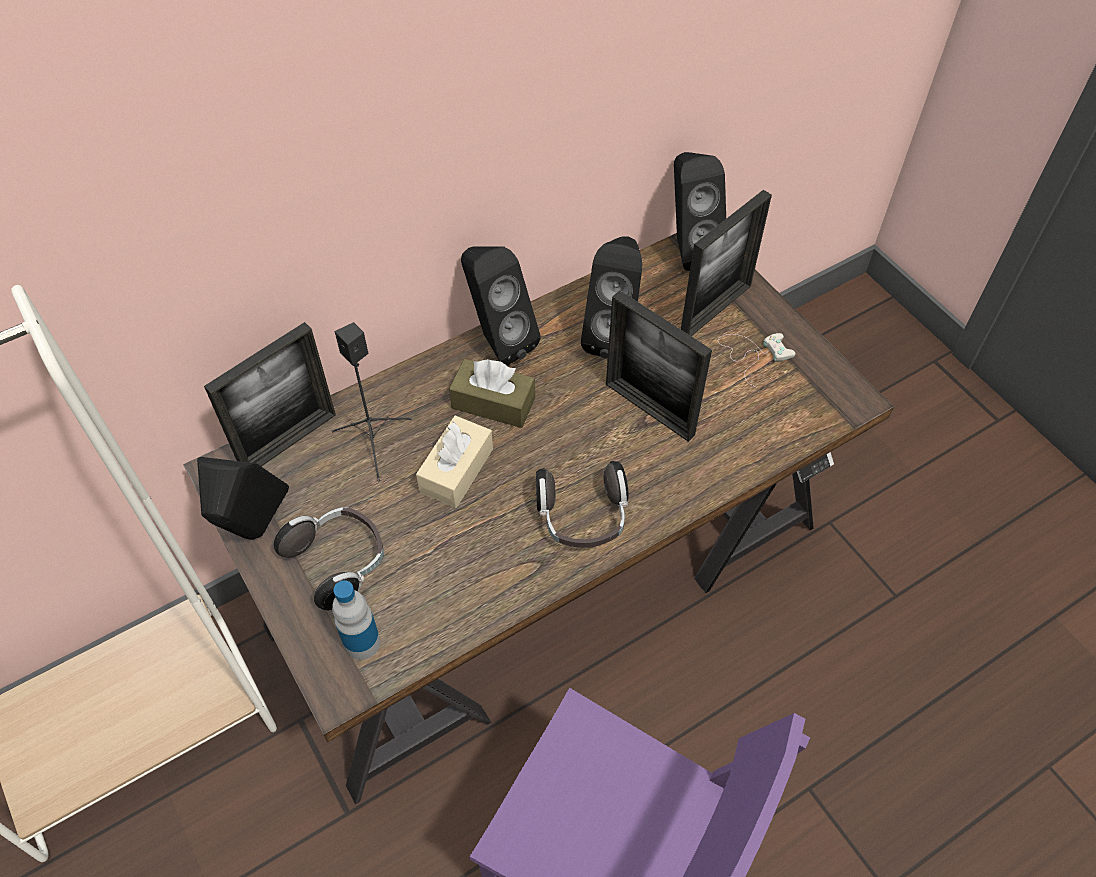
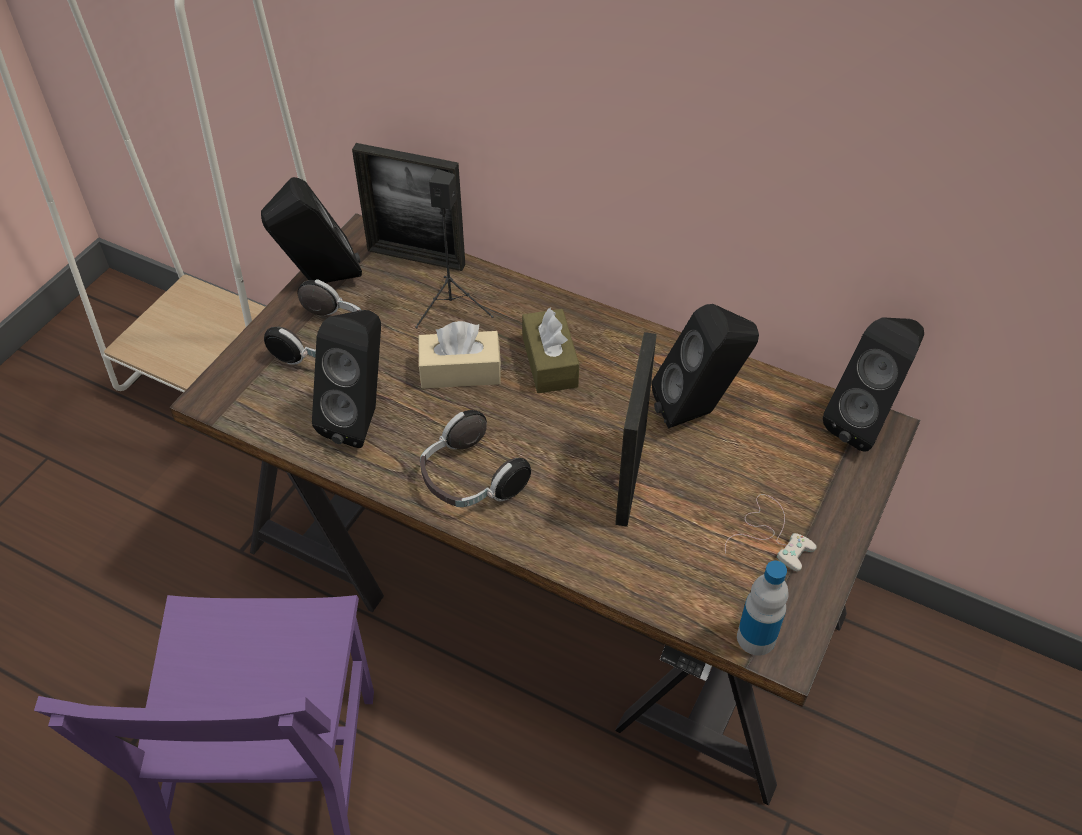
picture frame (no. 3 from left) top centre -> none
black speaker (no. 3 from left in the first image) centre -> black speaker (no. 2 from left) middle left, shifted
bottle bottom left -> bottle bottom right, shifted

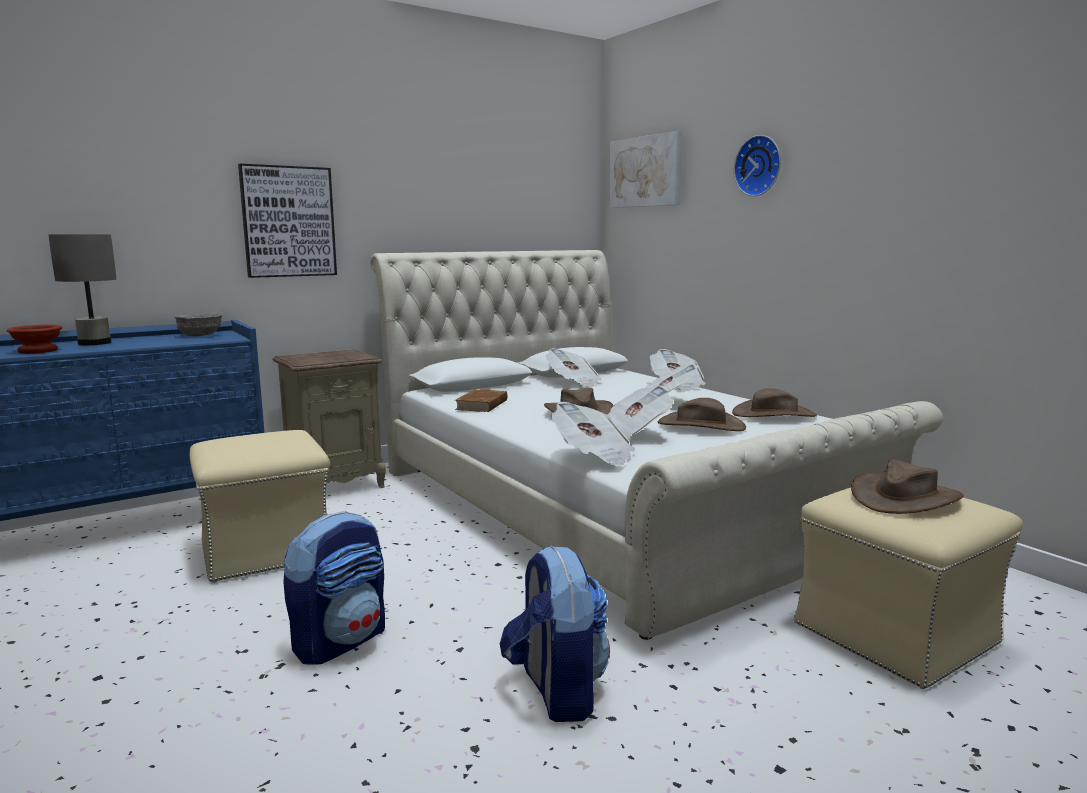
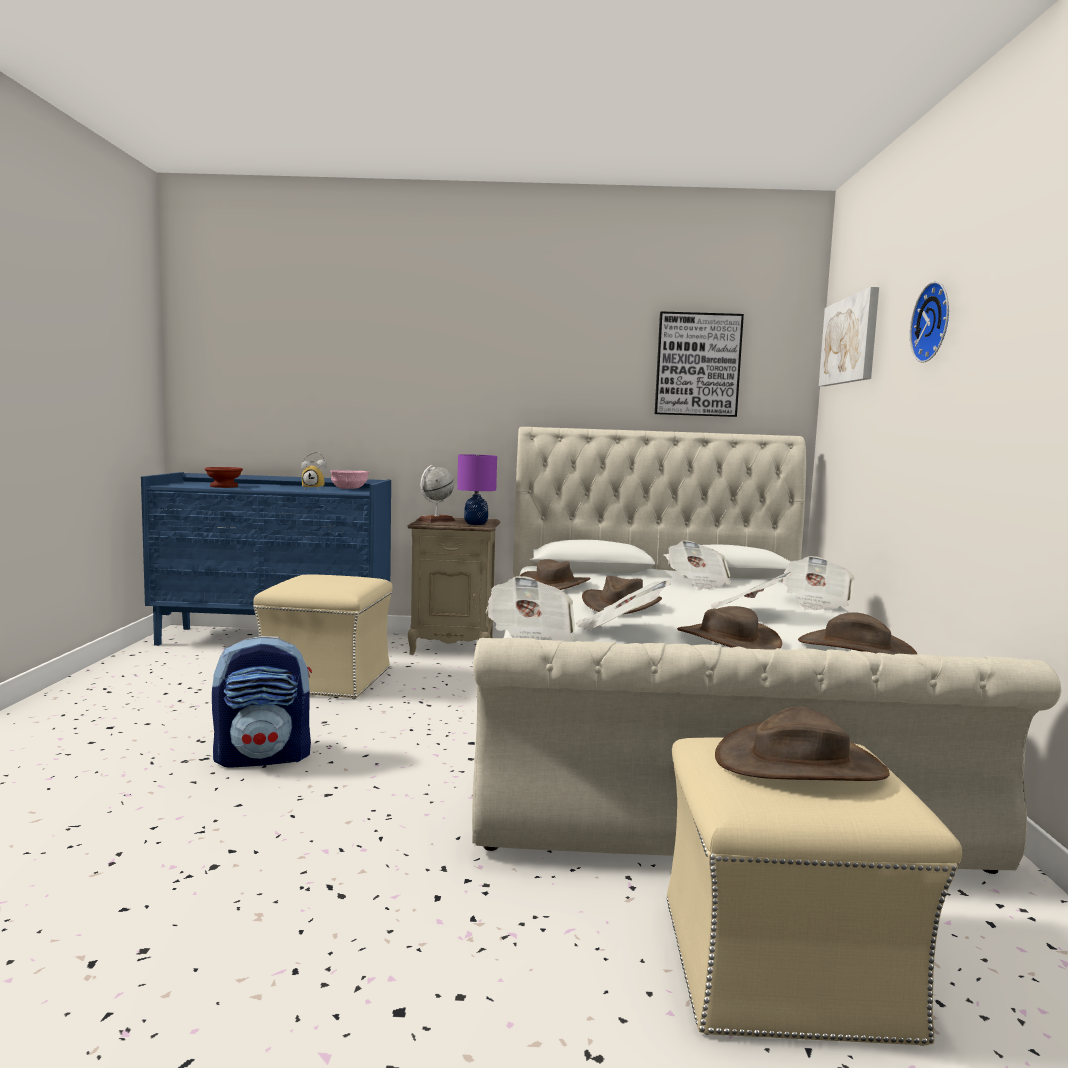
picture (no. 1 from left) top left -> picture (no. 1 from left) centre, shifted
grey table lamp middle left -> none
grey bowl middle left -> pink bowl middle left
brown book centre -> brown hat (no. 1 from left) centre
backpack (no. 2 from left) bottom centre -> none
none -> alarm clock middle left
none -> purple table lamp centre
none -> globe centre

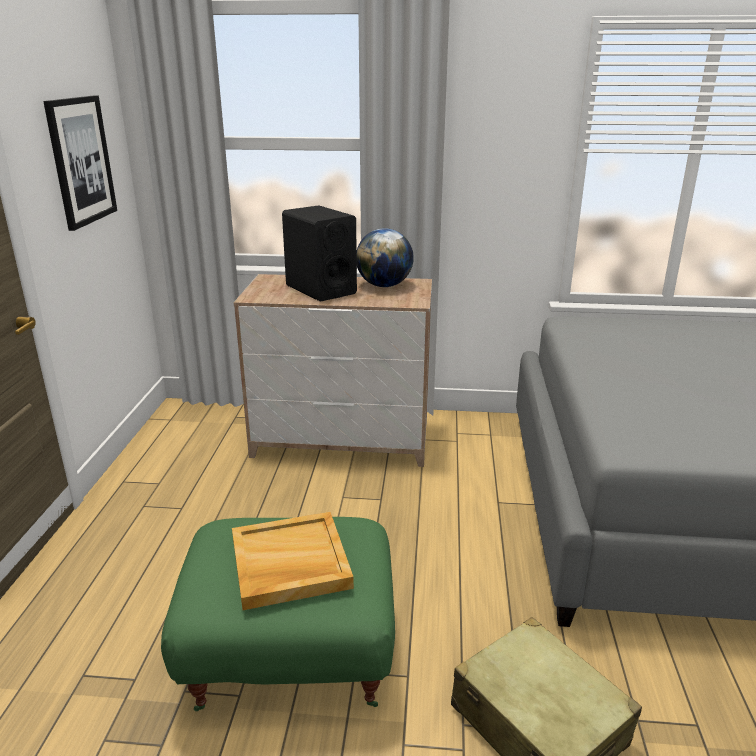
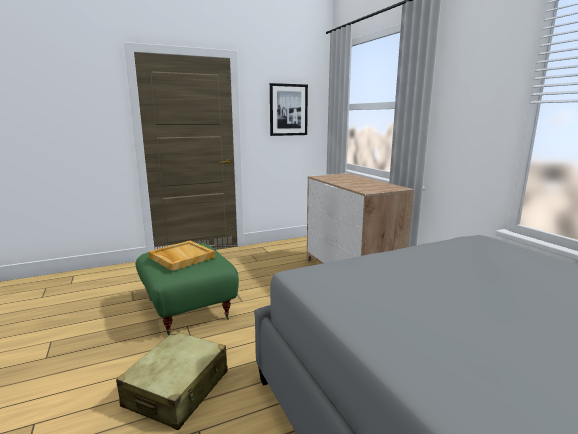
black speaker centre -> none
globe centre -> none

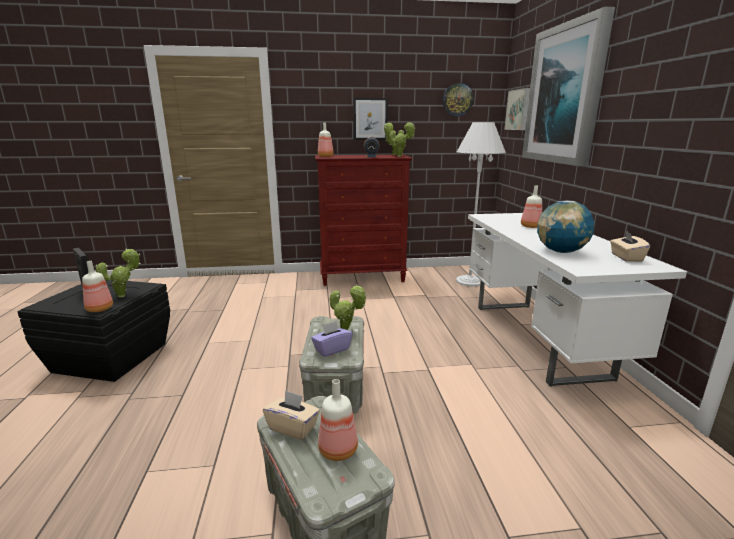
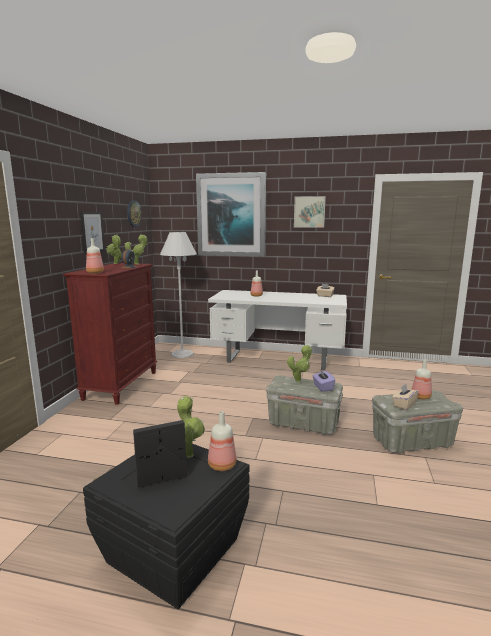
picture (no. 2 from left in the first image) top right -> picture (no. 3 from left) centre, shifted
globe middle right -> none

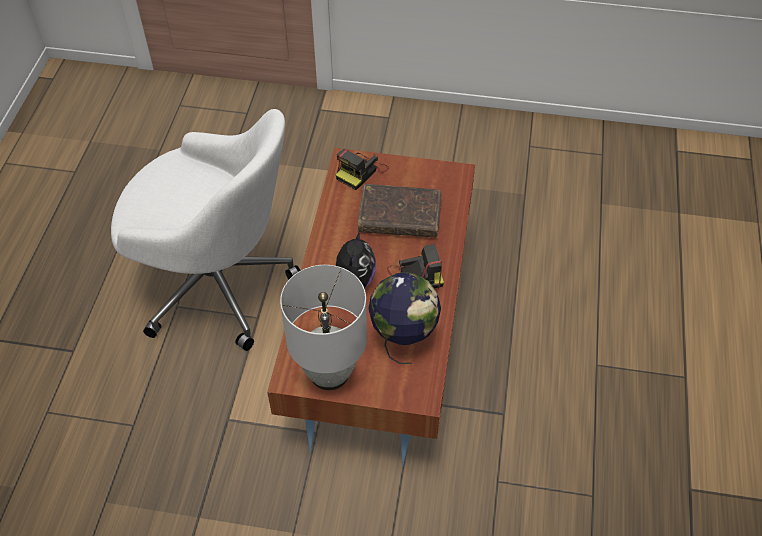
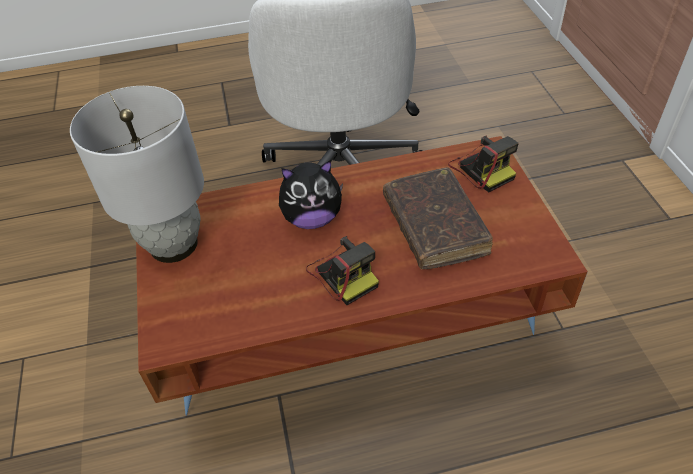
photo camera (no. 1 from left in the first image) top centre -> photo camera (no. 2 from left) middle right, 135 degrees counterclockwise
globe centre -> none

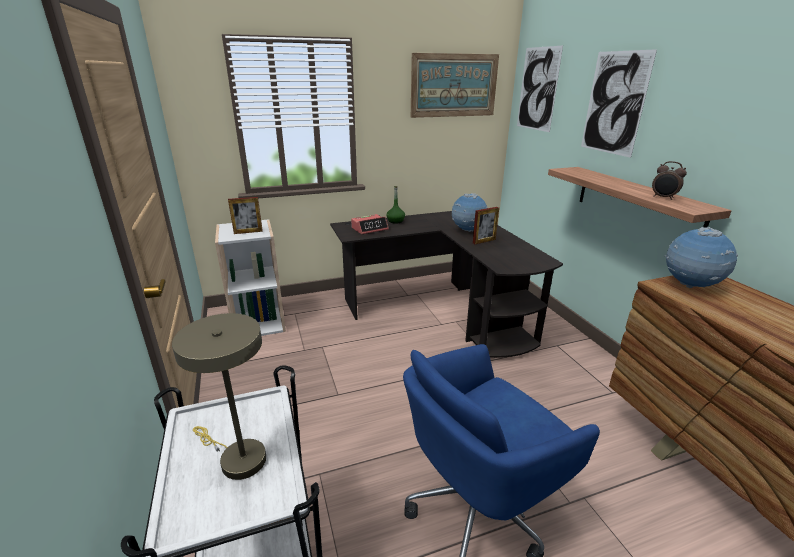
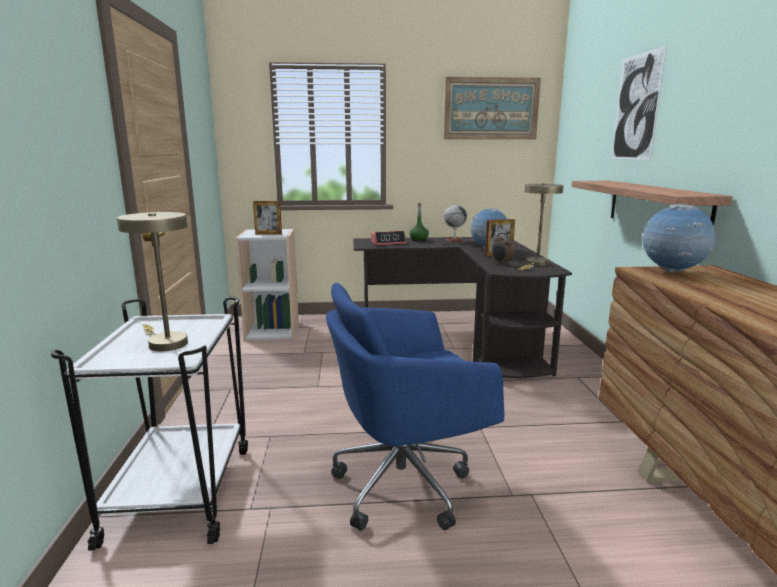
picture (no. 2 from left) top right -> none
alarm clock (no. 2 from left) top right -> alarm clock (no. 2 from left) centre, shifted
none -> beige table lamp (no. 2 from left) middle right
none -> globe (no. 1 from left) centre

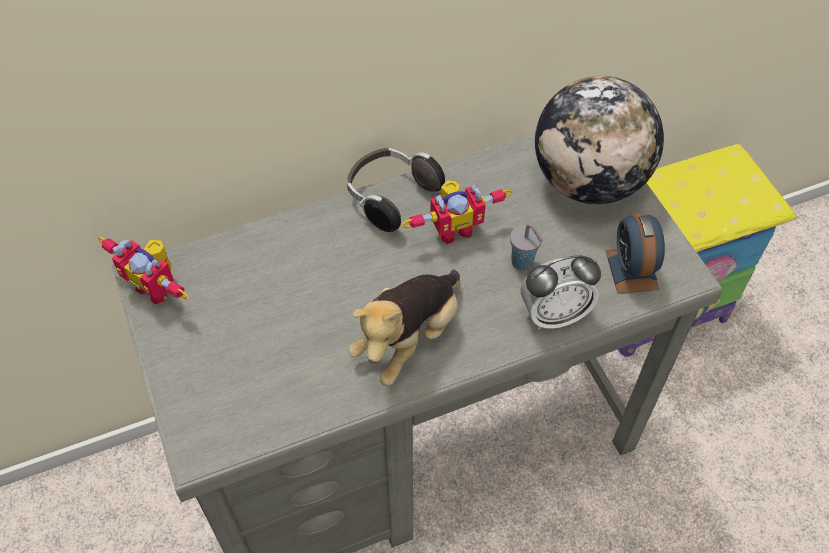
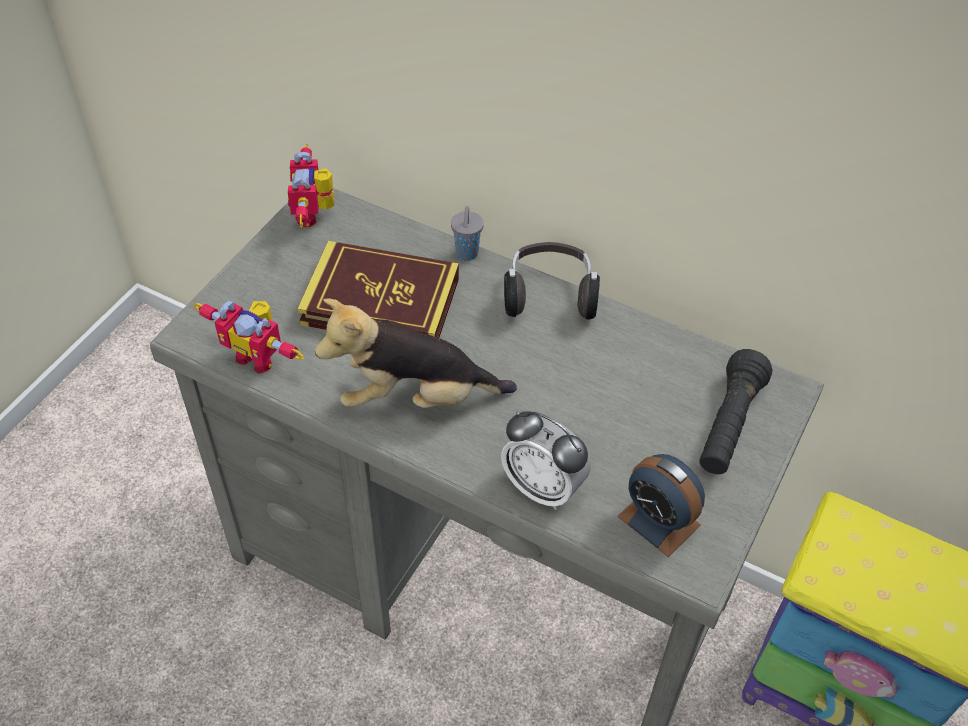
globe top right -> black flashlight middle right
toy robot (no. 2 from left in the first image) centre -> toy robot (no. 1 from left) middle left, shifted
alarm clock (no. 2 from left) middle right -> alarm clock (no. 2 from left) bottom right, 90 degrees counterclockwise
grey cup centre -> grey cup top centre, shifted
none -> book centre

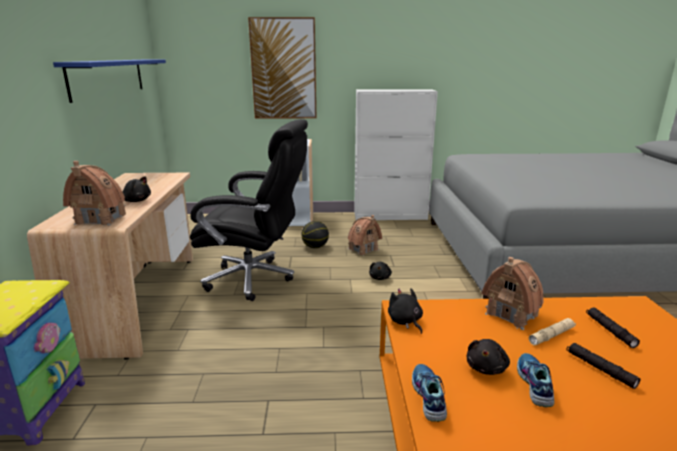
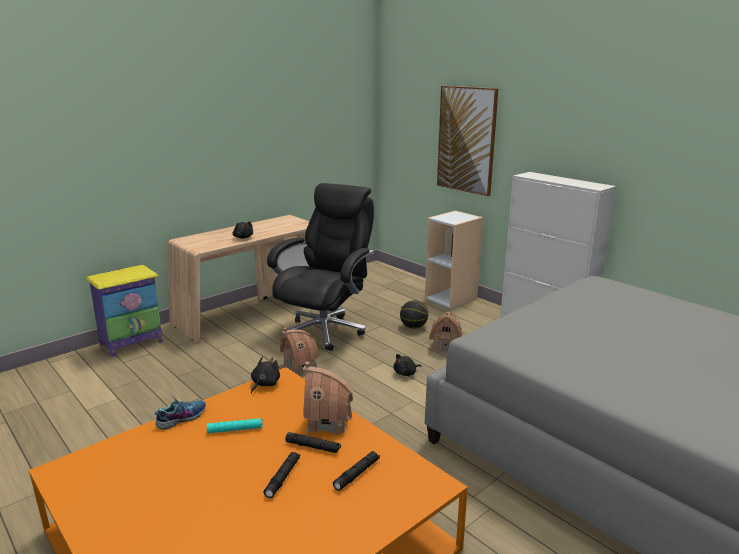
blue shelf top left -> none
black office chair centre, 120 degrees counterclockwise
toy house (no. 1 from left) middle left -> toy house (no. 1 from left) centre, shifted
beige flashlight bottom right -> black flashlight (no. 2 from left) bottom centre
black plush toy (no. 4 from left) bottom right -> turquoise flashlight bottom left
shoe (no. 2 from left) bottom right -> none

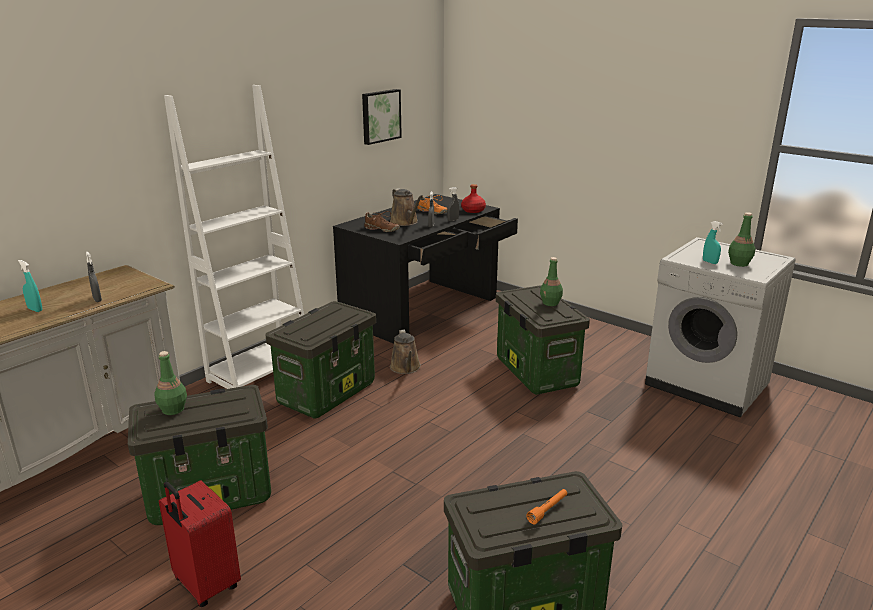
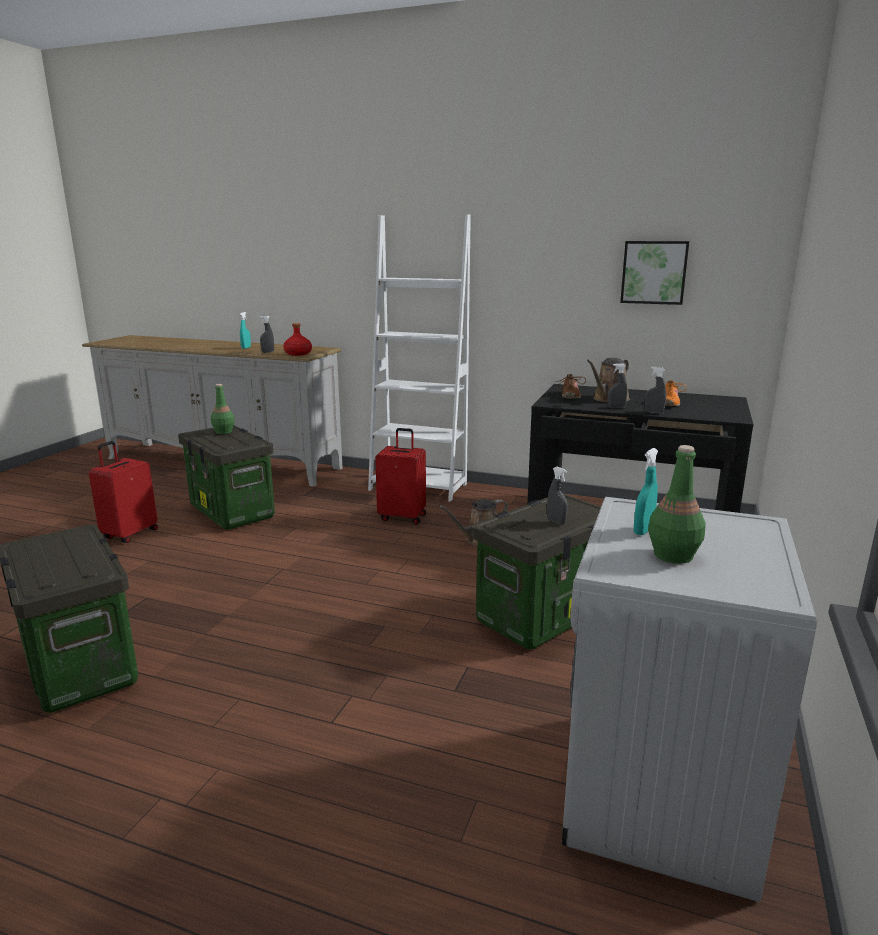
red bottle top centre -> red bottle centre, shifted
green bottle (no. 2 from left) centre -> grey spray bottle (no. 2 from left) centre
storage box (no. 2 from left) centre -> red suitcase (no. 2 from left) centre
orange flashlight bottom centre -> none

